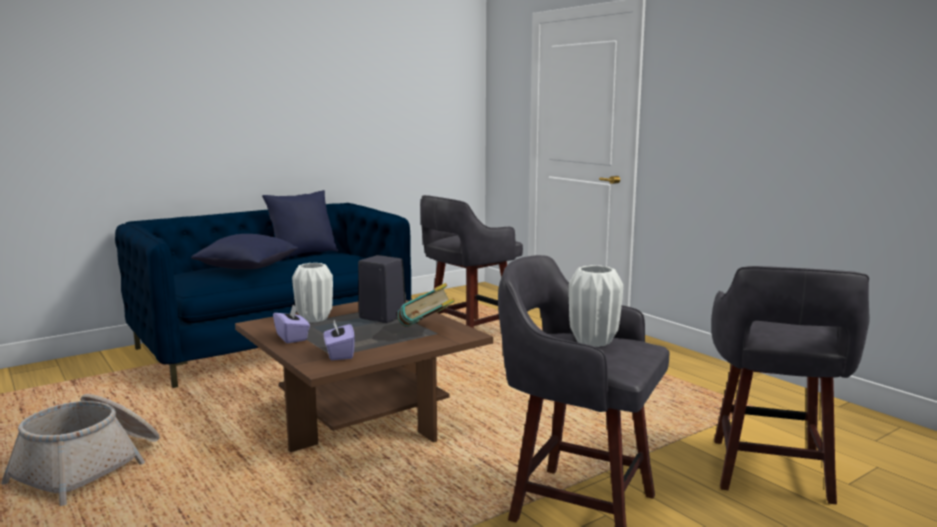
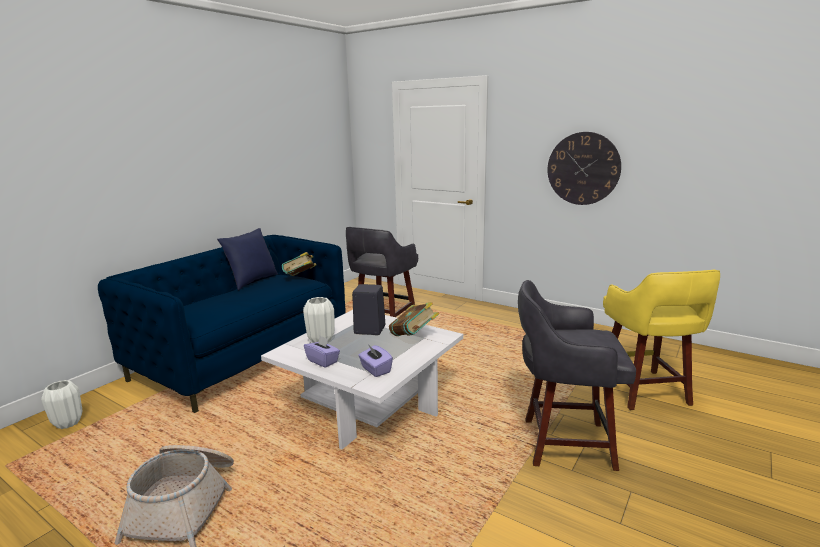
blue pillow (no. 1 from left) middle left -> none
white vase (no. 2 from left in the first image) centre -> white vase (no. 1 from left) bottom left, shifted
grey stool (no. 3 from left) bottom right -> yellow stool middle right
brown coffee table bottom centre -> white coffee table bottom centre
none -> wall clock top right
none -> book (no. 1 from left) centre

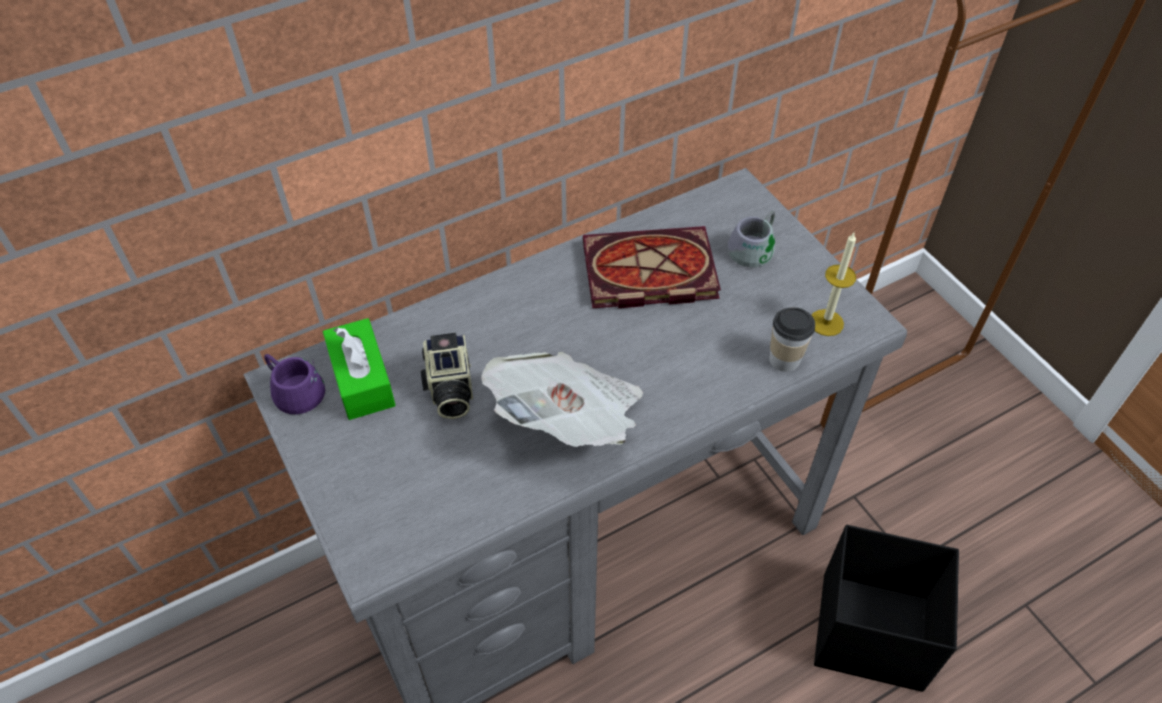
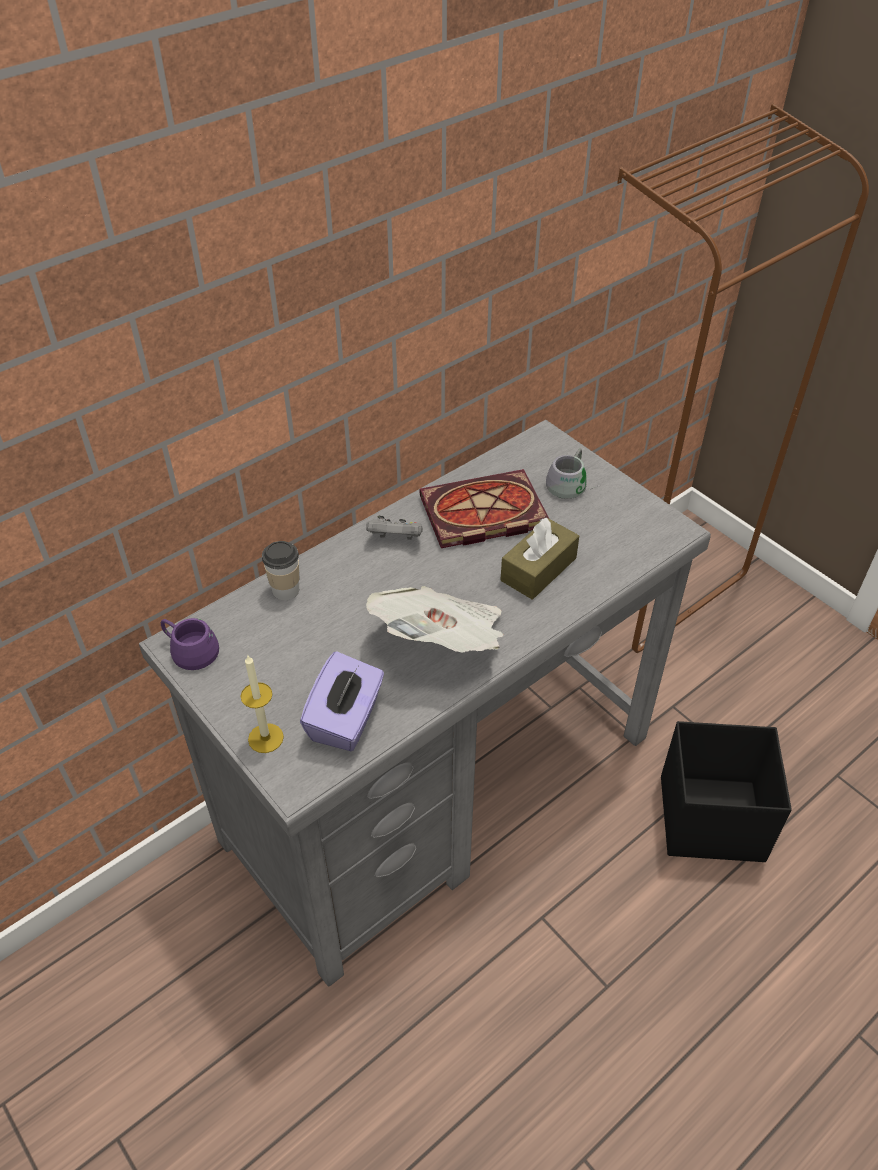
candle middle right -> candle middle left, shifted
cup middle right -> cup middle left, shifted
green tissue box middle left -> none
photo camera centre -> none
none -> grey game controller centre
none -> brown tissue box centre
none -> purple tissue box centre

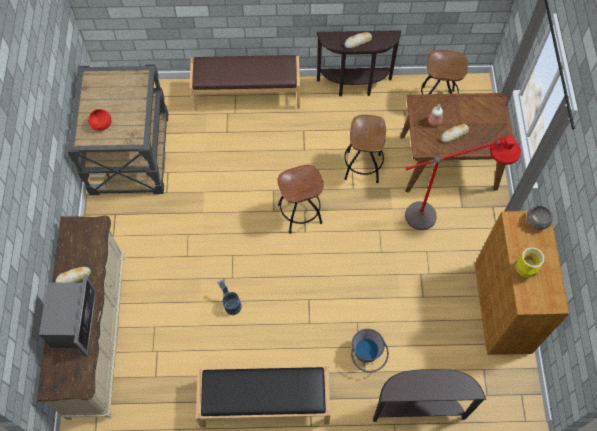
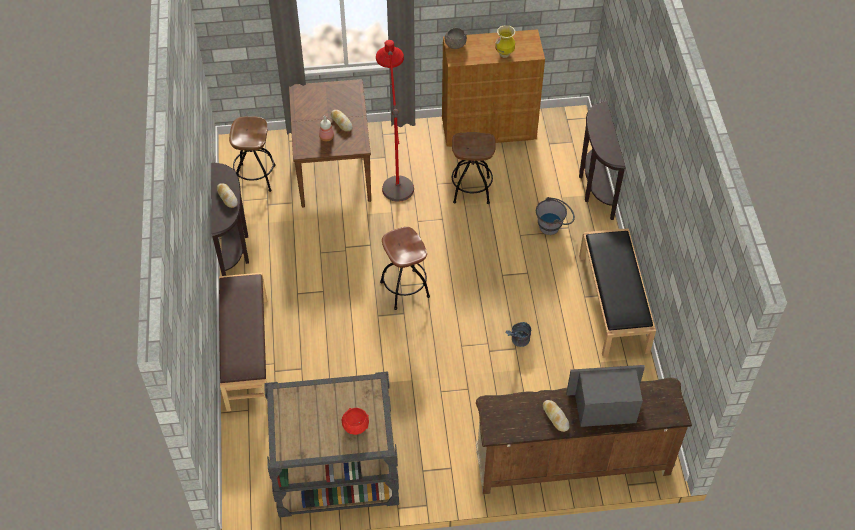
brown stool (no. 2 from left in the first image) centre -> brown stool (no. 3 from left) top centre, shifted

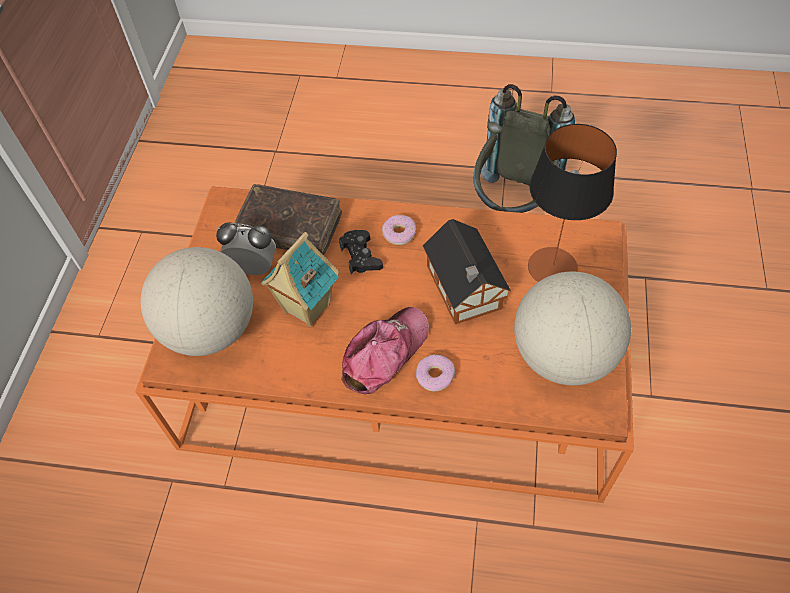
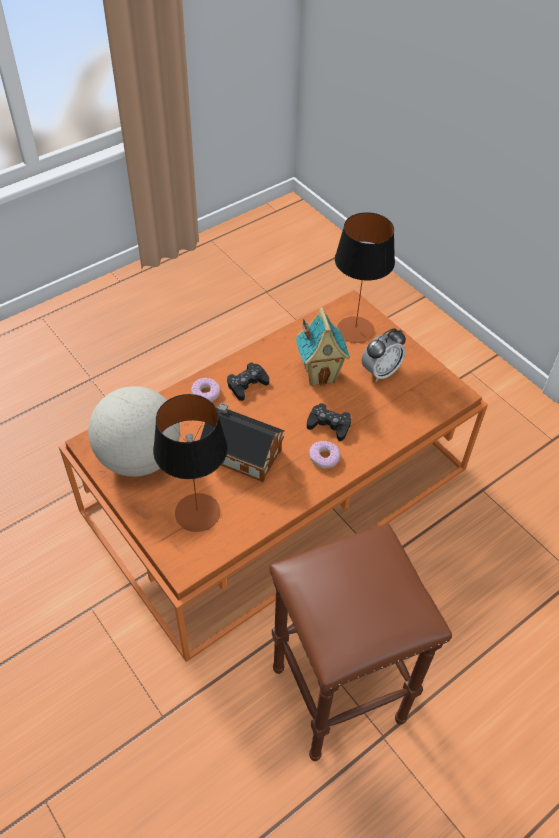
grey backpack top centre -> brown stool bottom centre
brown book centre -> none
globe (no. 1 from left) middle left -> table lamp (no. 2 from left) top centre
cap centre -> black game controller (no. 1 from left) centre

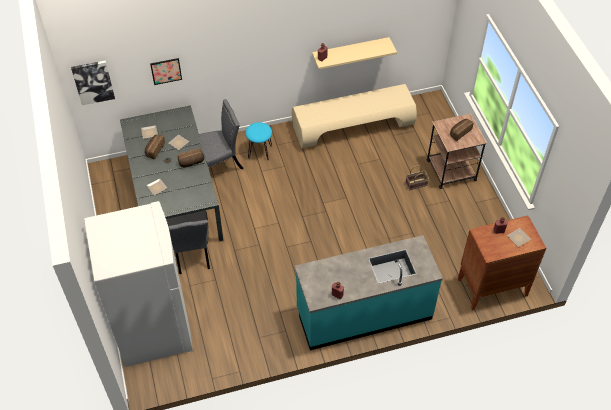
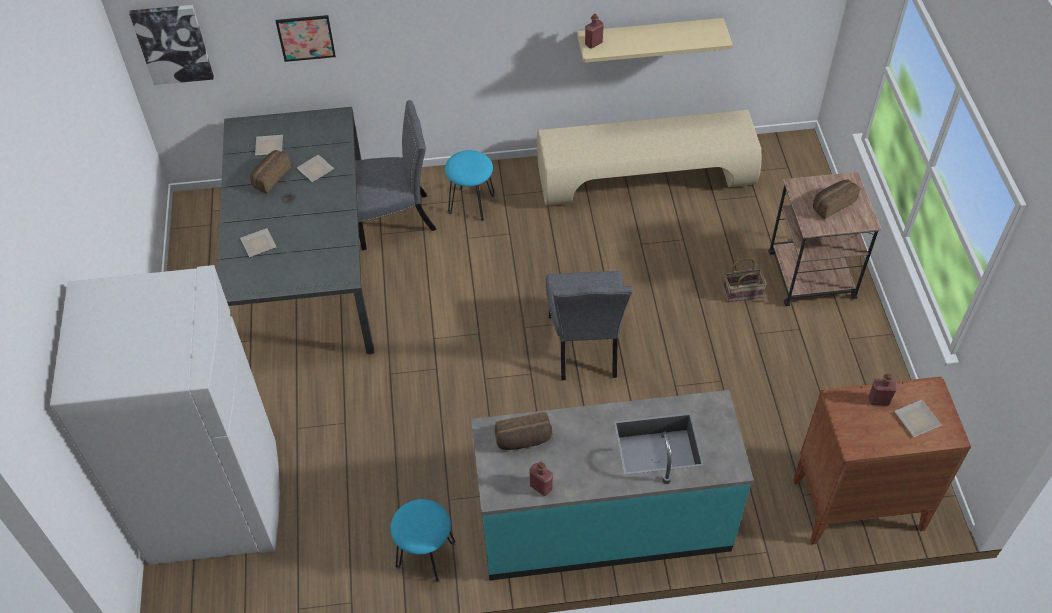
bread (no. 2 from left) middle left -> bread (no. 2 from left) bottom centre, shifted
grey chair (no. 1 from left in the first image) middle left -> grey chair (no. 2 from left) centre, shifted
none -> turquoise stool (no. 1 from left) bottom centre

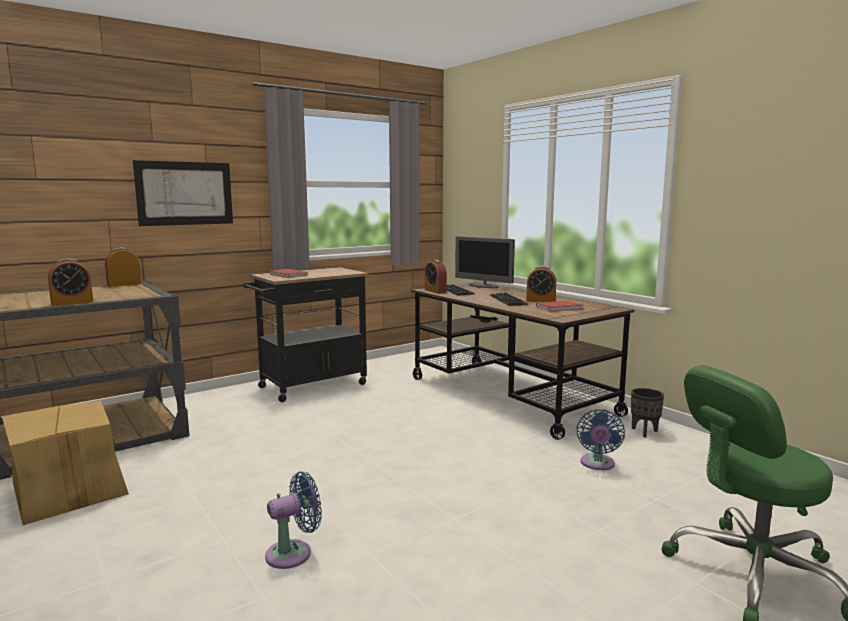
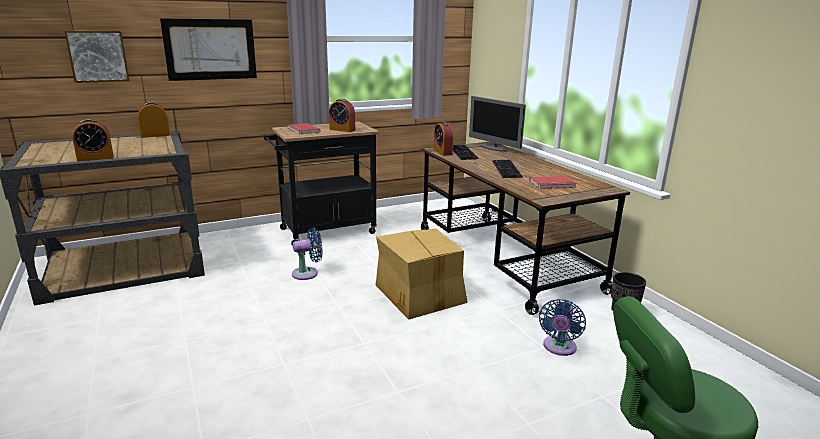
alarm clock (no. 4 from left in the first image) centre -> alarm clock (no. 3 from left) top centre, shifted
cardboard box bottom left -> cardboard box centre, shifted
blue fan (no. 1 from left) bottom centre -> blue fan (no. 1 from left) centre, shifted
none -> picture (no. 1 from left) top left

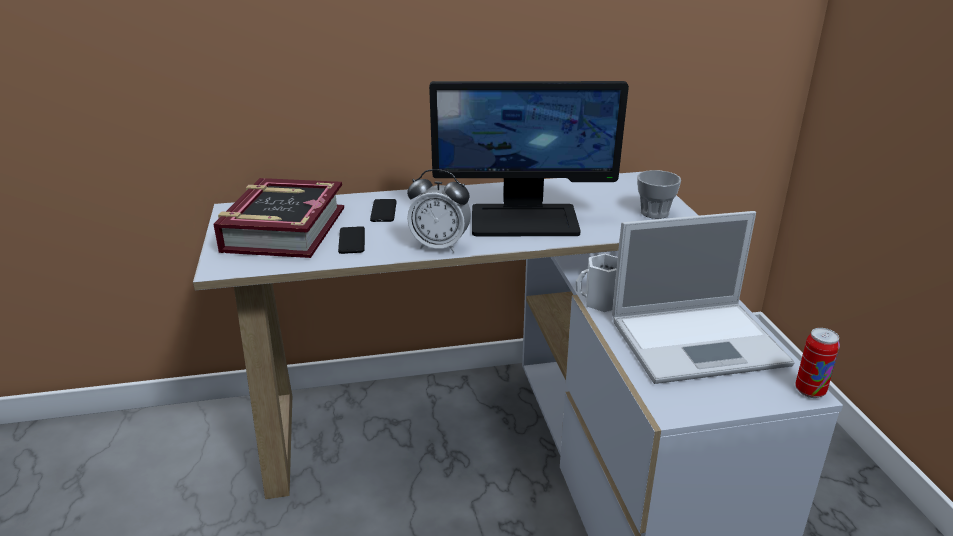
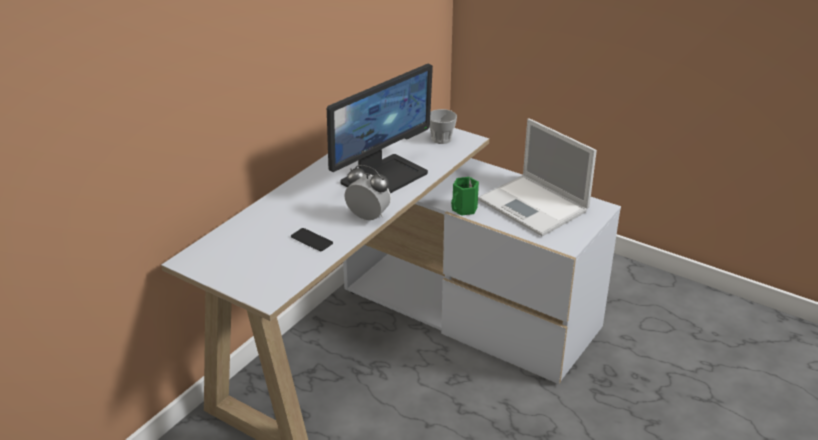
alarm clock centre, 120 degrees counterclockwise
book middle left -> none
phone (no. 2 from left) centre -> none
laptop middle right -> laptop centre, 105 degrees clockwise
white mug centre -> green mug centre
can bottom right -> none

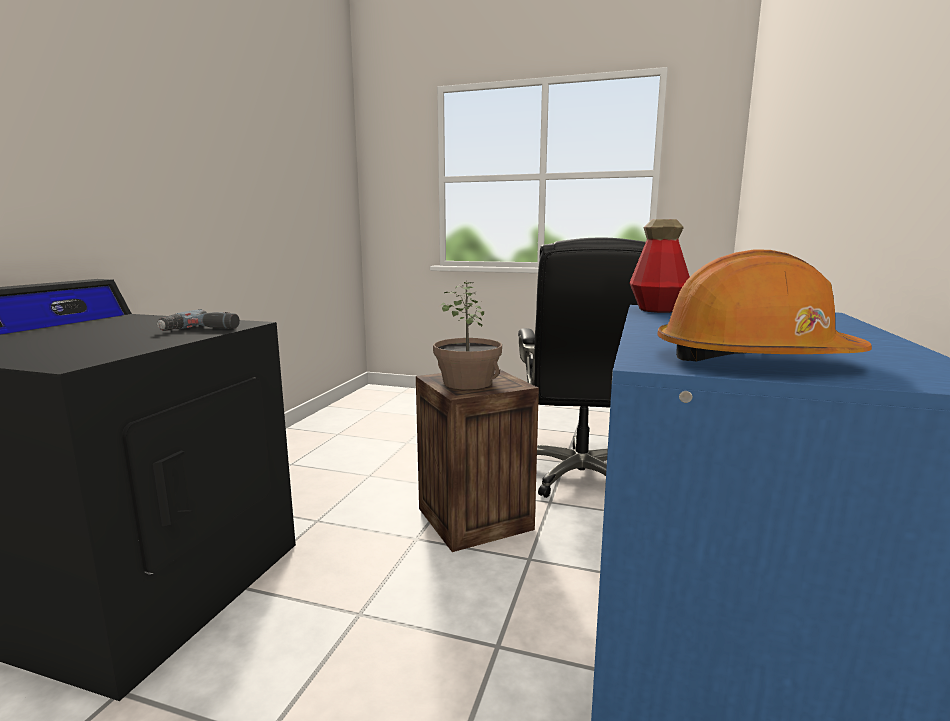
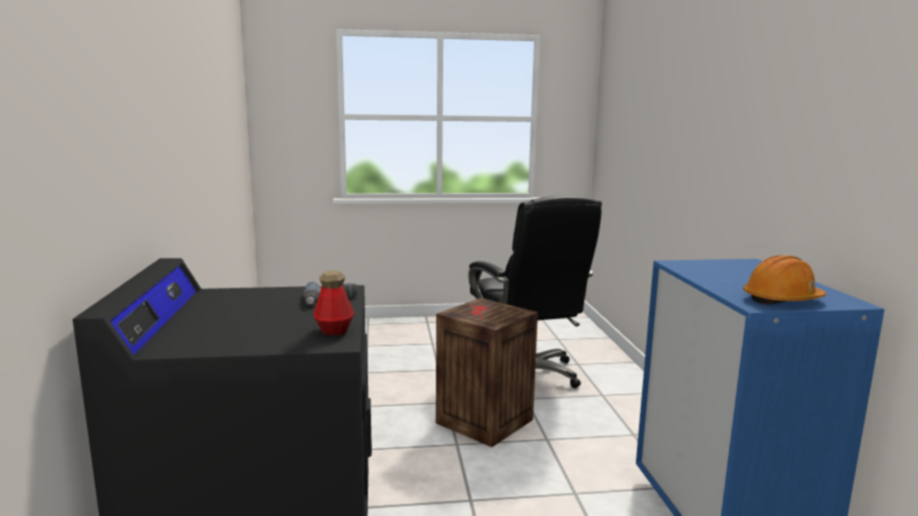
bottle middle right -> bottle centre, shifted
potted plant centre -> none

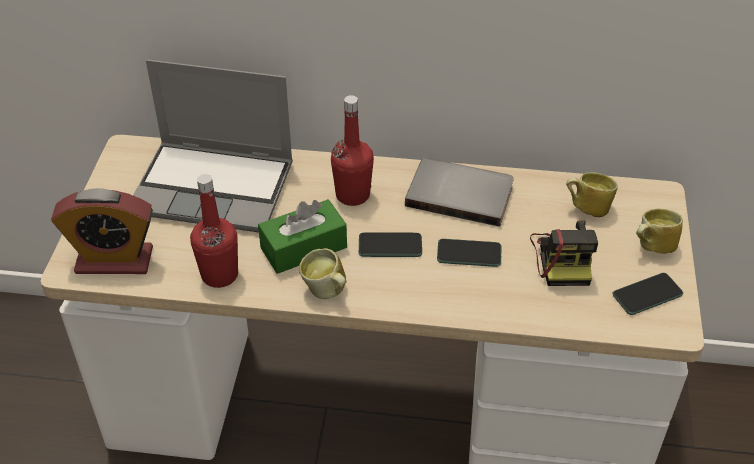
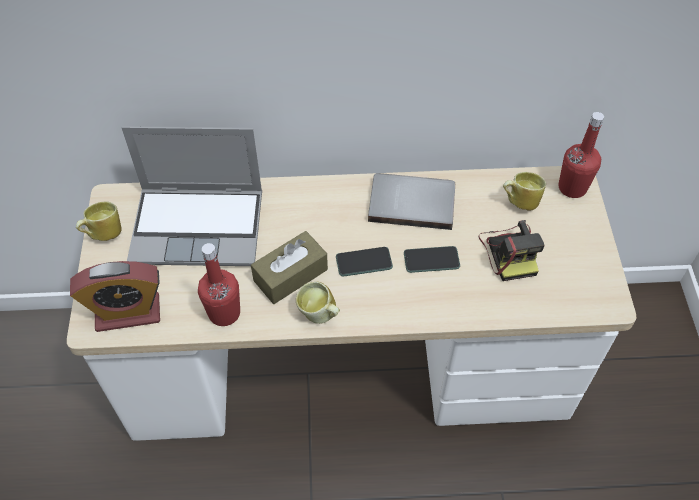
red bottle (no. 2 from left) top centre -> red bottle (no. 2 from left) top right, shifted
green tissue box centre -> brown tissue box centre
mug (no. 3 from left in the first image) middle right -> mug (no. 1 from left) middle left, shifted
phone (no. 3 from left) middle right -> none

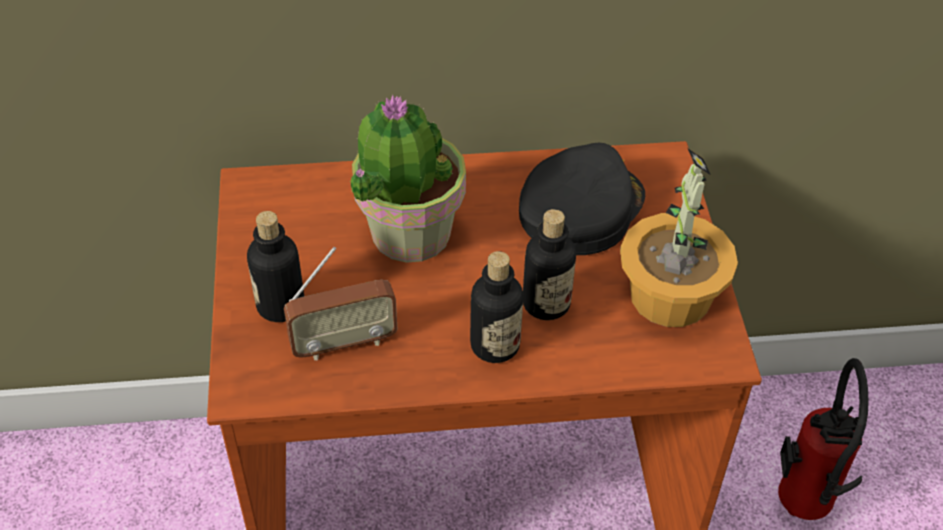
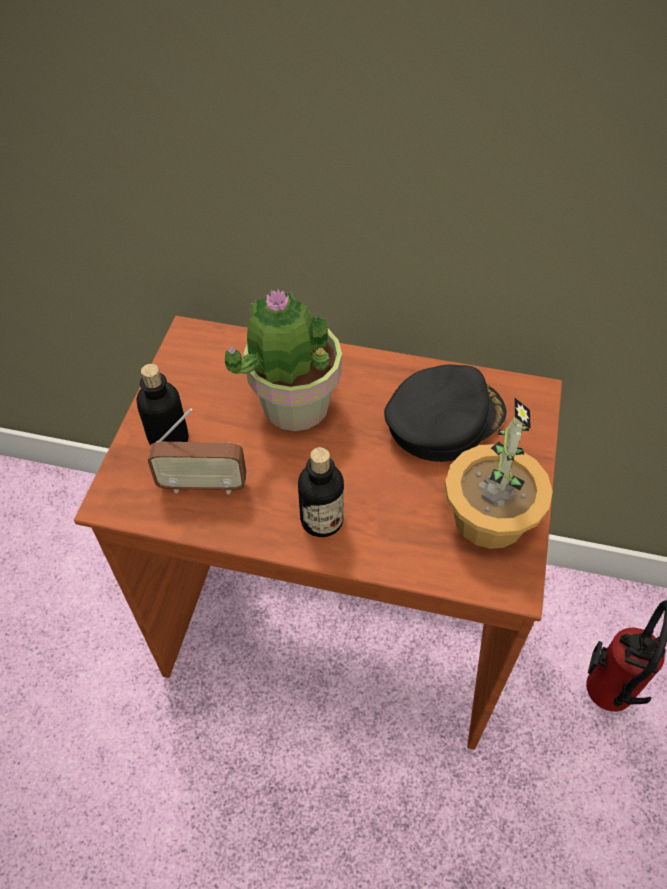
bottle (no. 3 from left) centre -> none

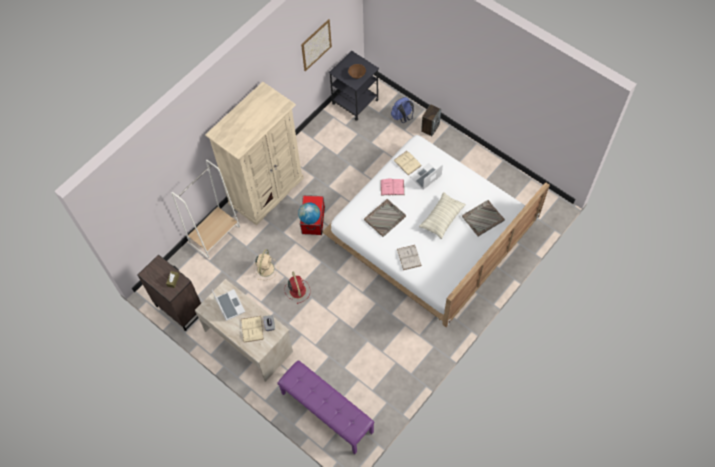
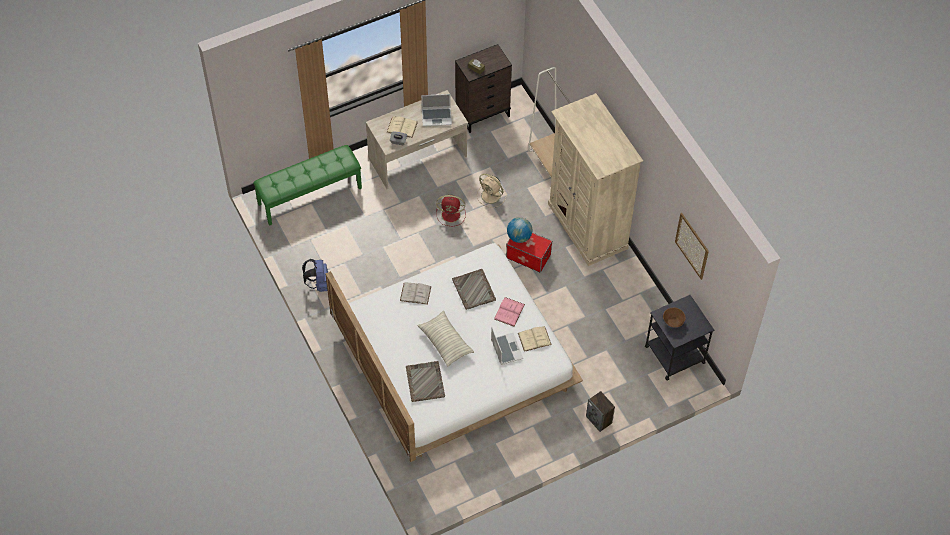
blue backpack top centre -> blue backpack middle left, shifted
purple bench bottom centre -> green bench middle left

